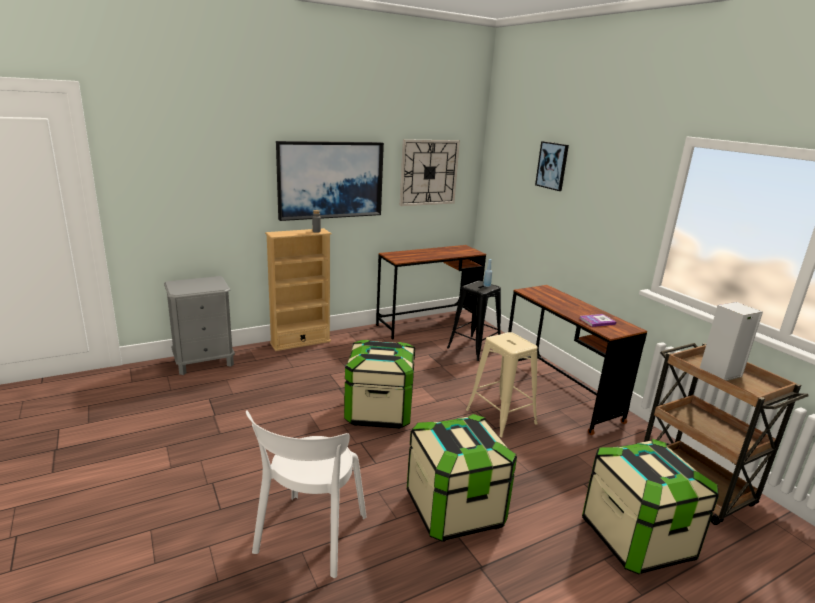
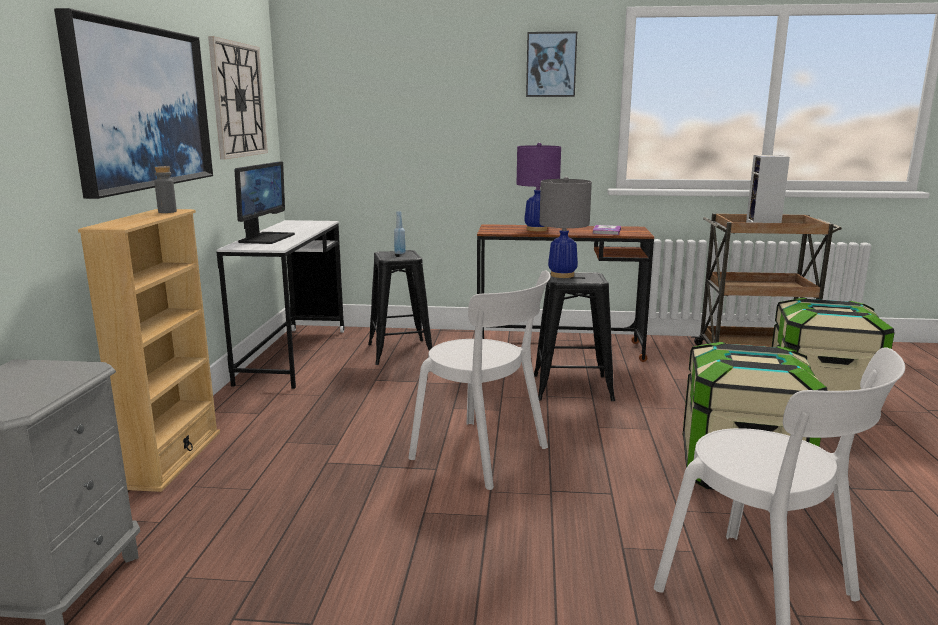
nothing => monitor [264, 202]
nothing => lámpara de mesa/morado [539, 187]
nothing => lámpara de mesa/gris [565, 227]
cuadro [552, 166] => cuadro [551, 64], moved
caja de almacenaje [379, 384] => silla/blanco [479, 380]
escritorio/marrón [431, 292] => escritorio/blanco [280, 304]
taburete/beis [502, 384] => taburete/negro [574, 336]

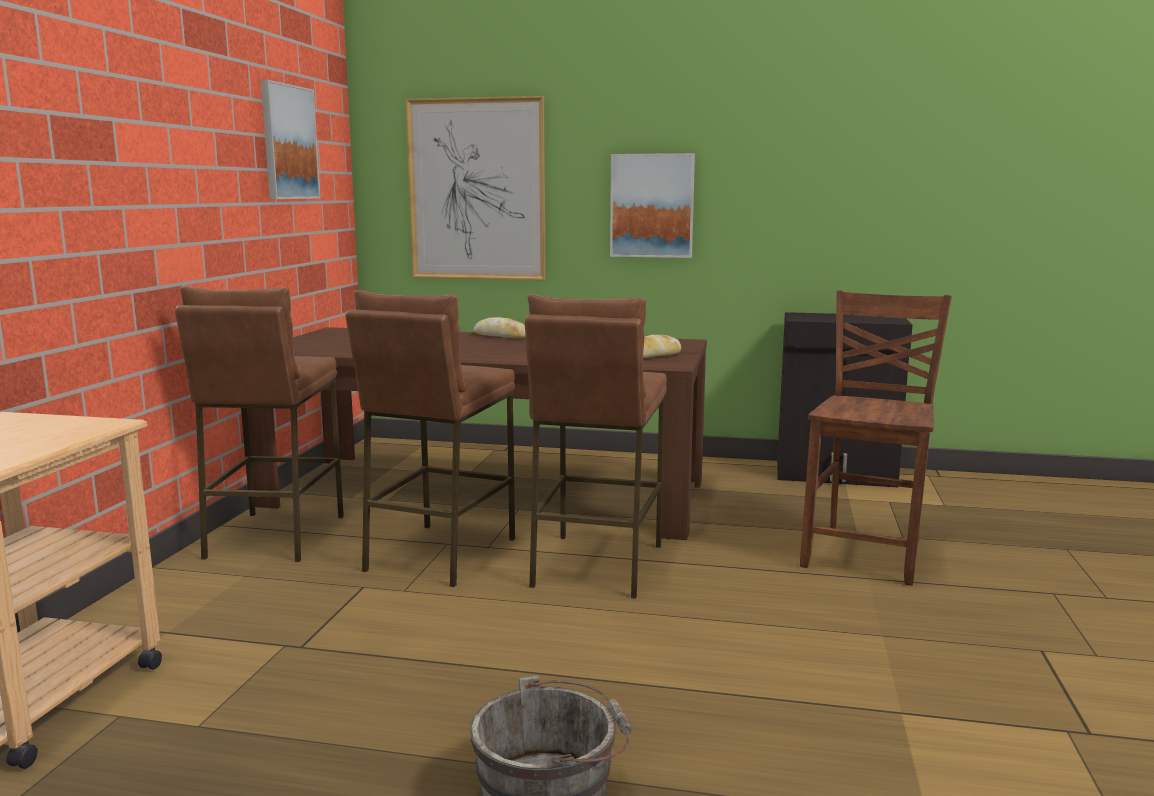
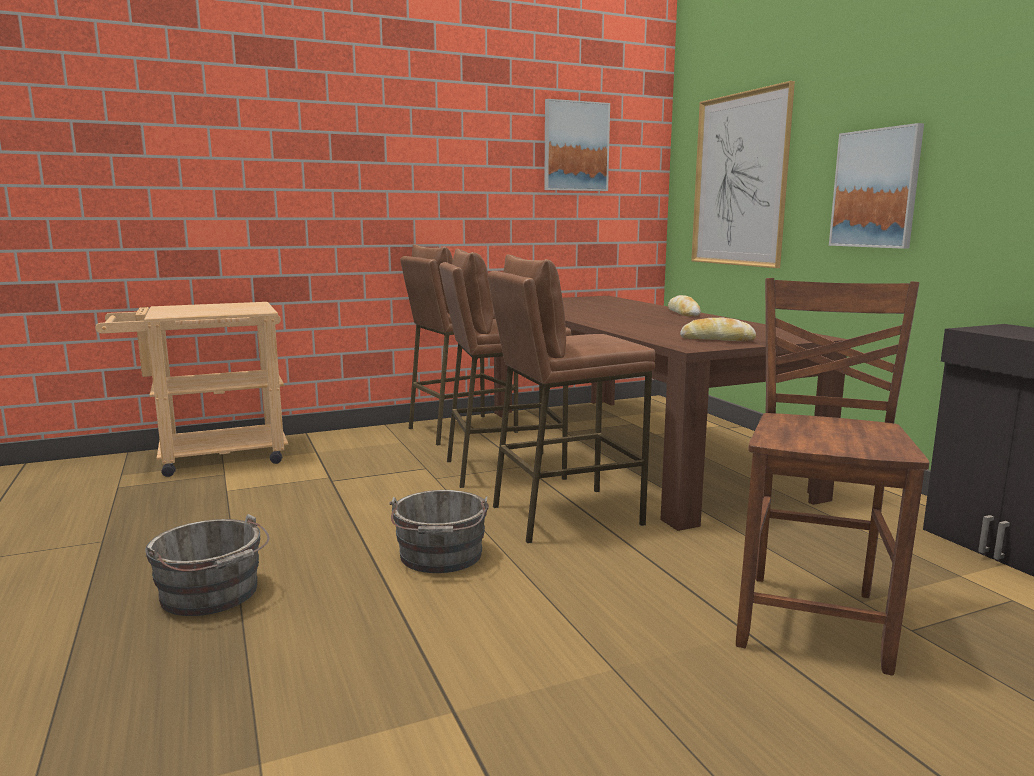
nothing => cubo/gris [439, 531]
silla/marrón [876, 438] => silla/marrón [832, 477], 60 degrees counterclockwise

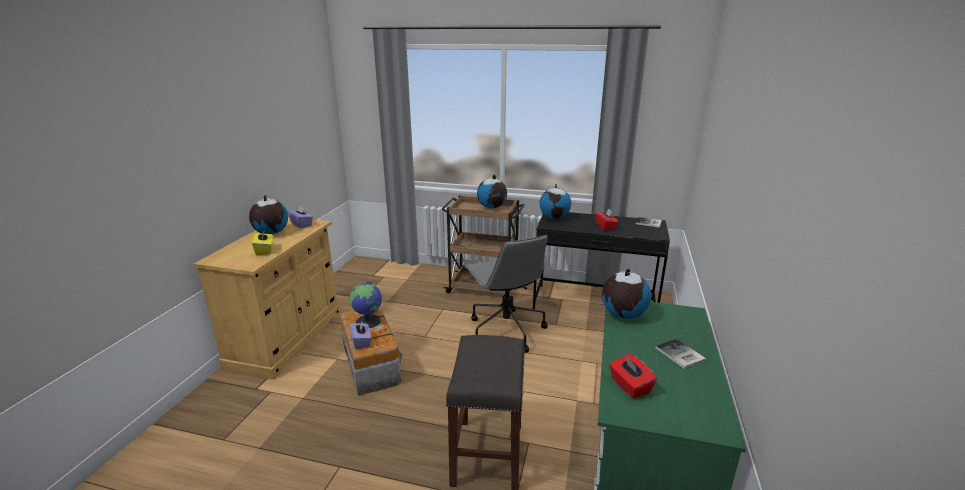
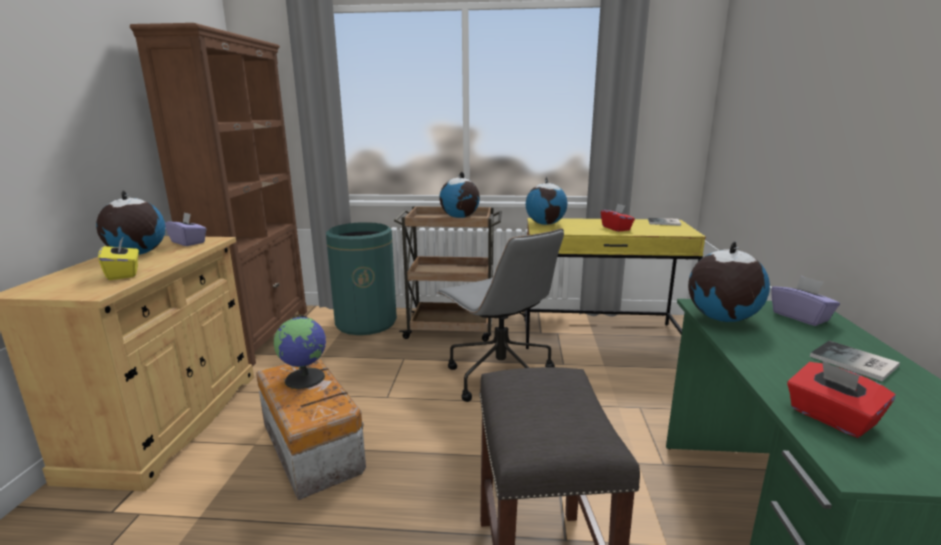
nothing => estantería/marrón [218, 195]
nothing => papelera/verde [361, 278]
caja de pañuelos/morado [360, 335] => caja de pañuelos/morado [805, 301], moved
escritorio/negro [601, 260] => escritorio/amarillo [615, 283]

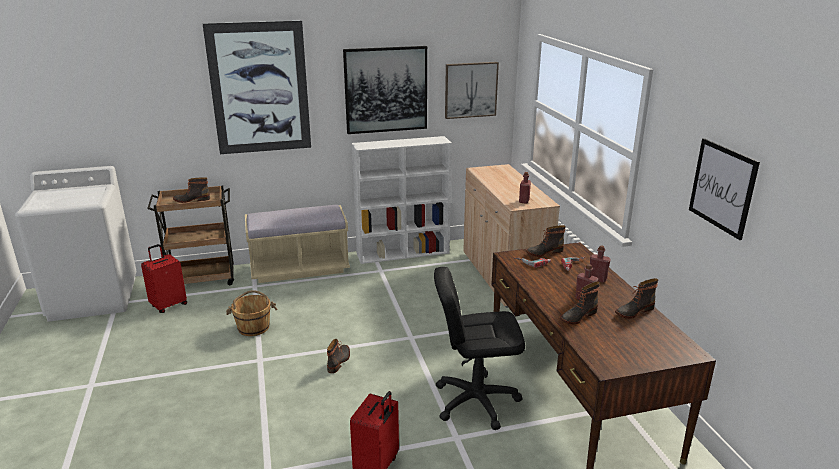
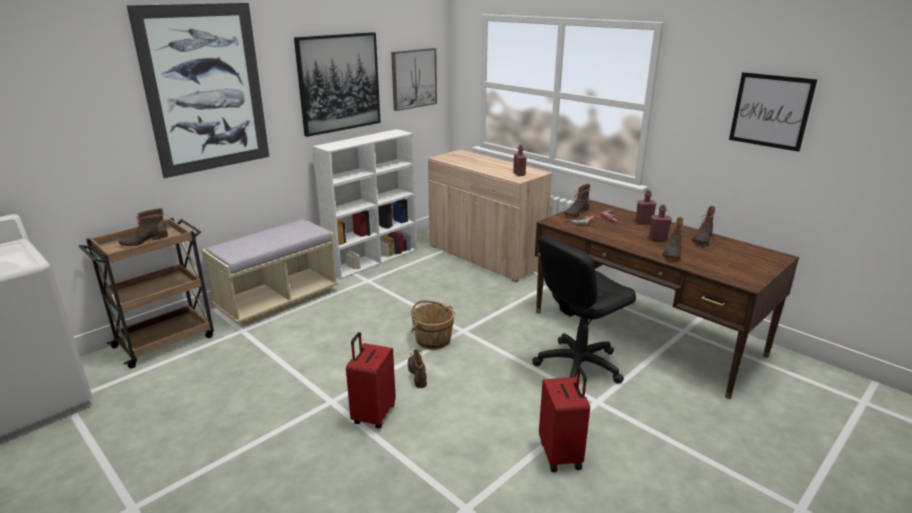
maleta/rojo [164, 278] => maleta/rojo [371, 380], moved
cubo/marrón [251, 313] => cubo/marrón [433, 325], moved

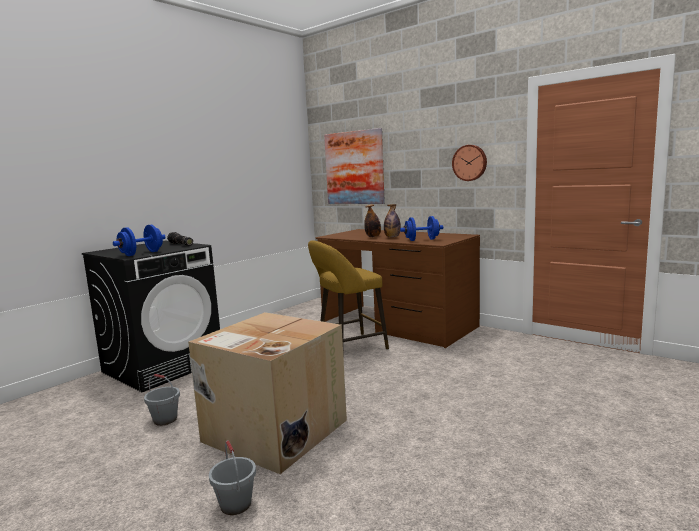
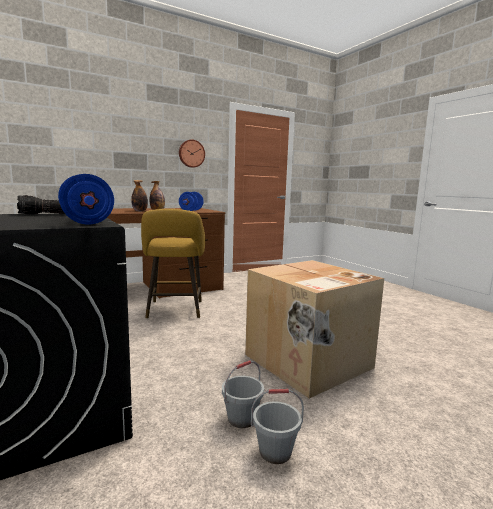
cuadro [354, 166] => nothing
cubo/gris [232, 478] => cubo/gris [277, 426], moved

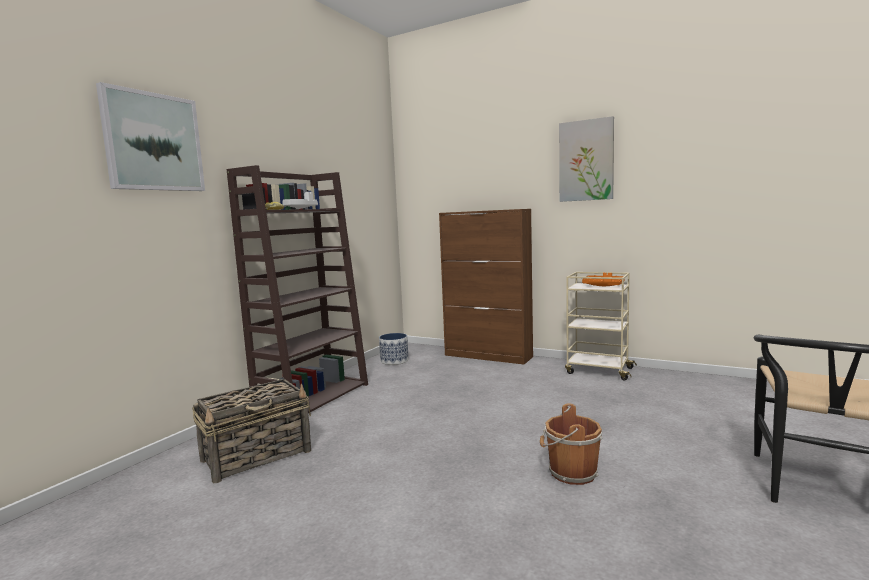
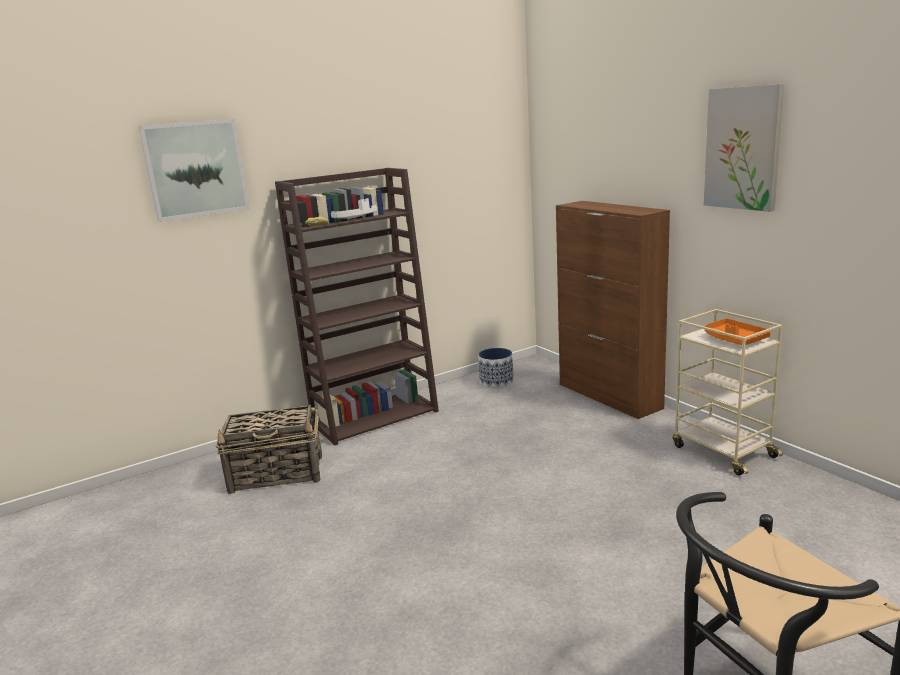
cubo/marrón [571, 444] => nothing

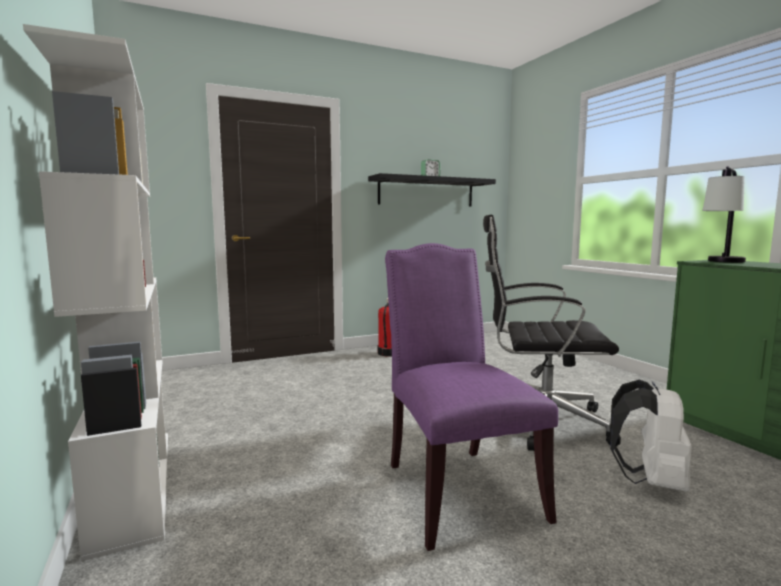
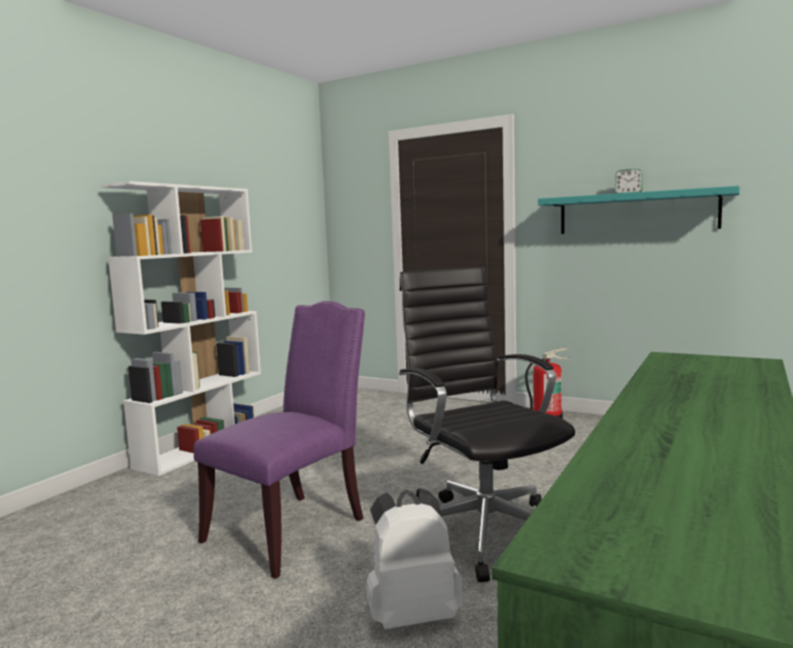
lámpara de mesa [724, 214] => nothing
estante/negro [432, 189] => estante/turquesa [639, 210]

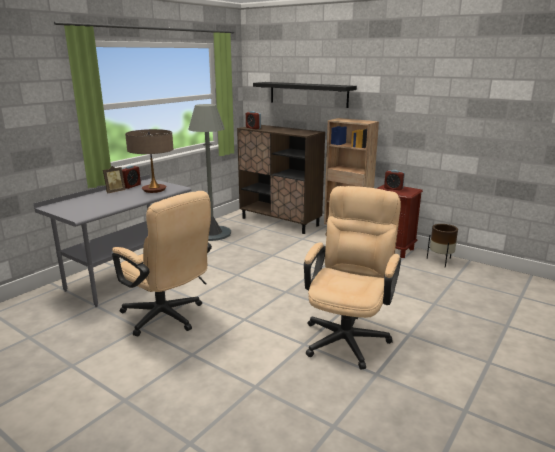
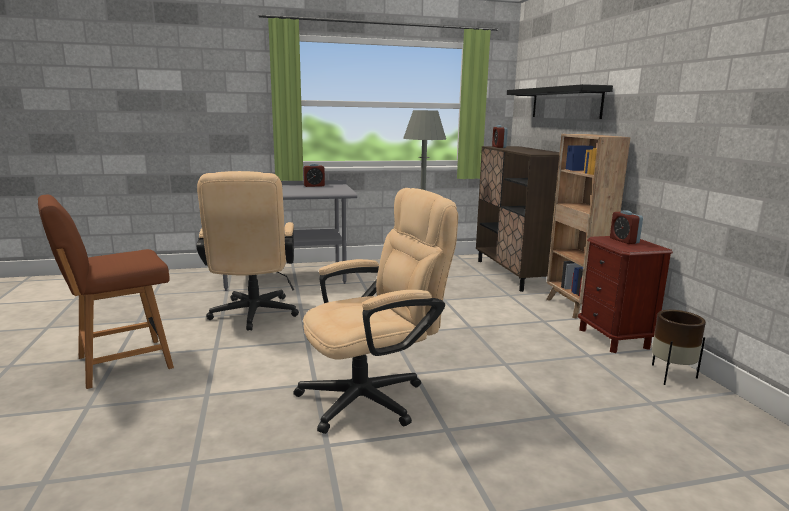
portarretratos [114, 179] => nothing
lámpara de mesa [149, 161] => nothing
nothing => silla/marrón [106, 292]

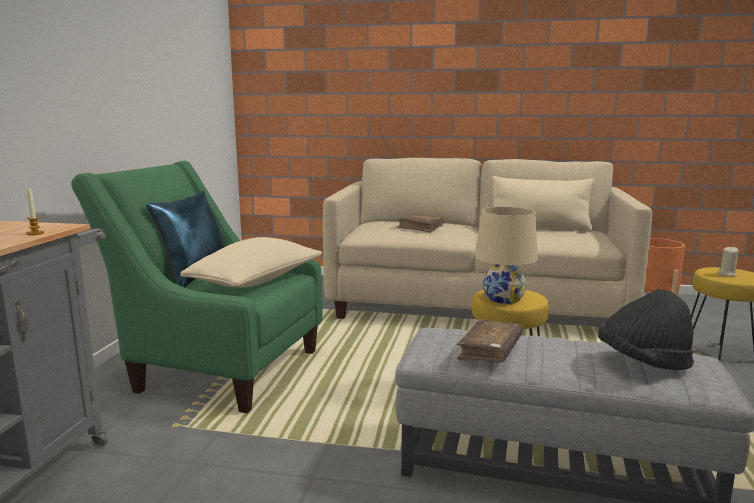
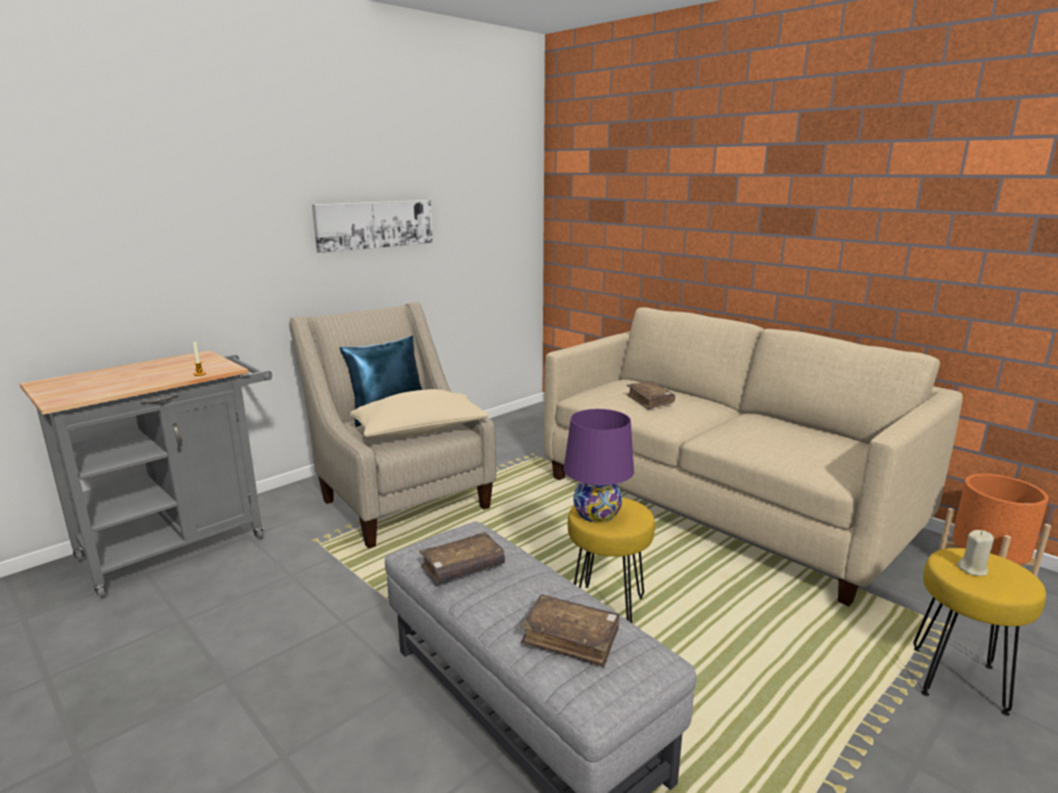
cojín/beis [543, 204] => nothing
nothing => cuadro [372, 226]
sombrero/negro [646, 329] => libro/marrón [570, 630]
sillón/verde [196, 287] => sillón/beis [392, 425]
lámpara de mesa/beis [506, 255] => lámpara de mesa/morado [599, 466]

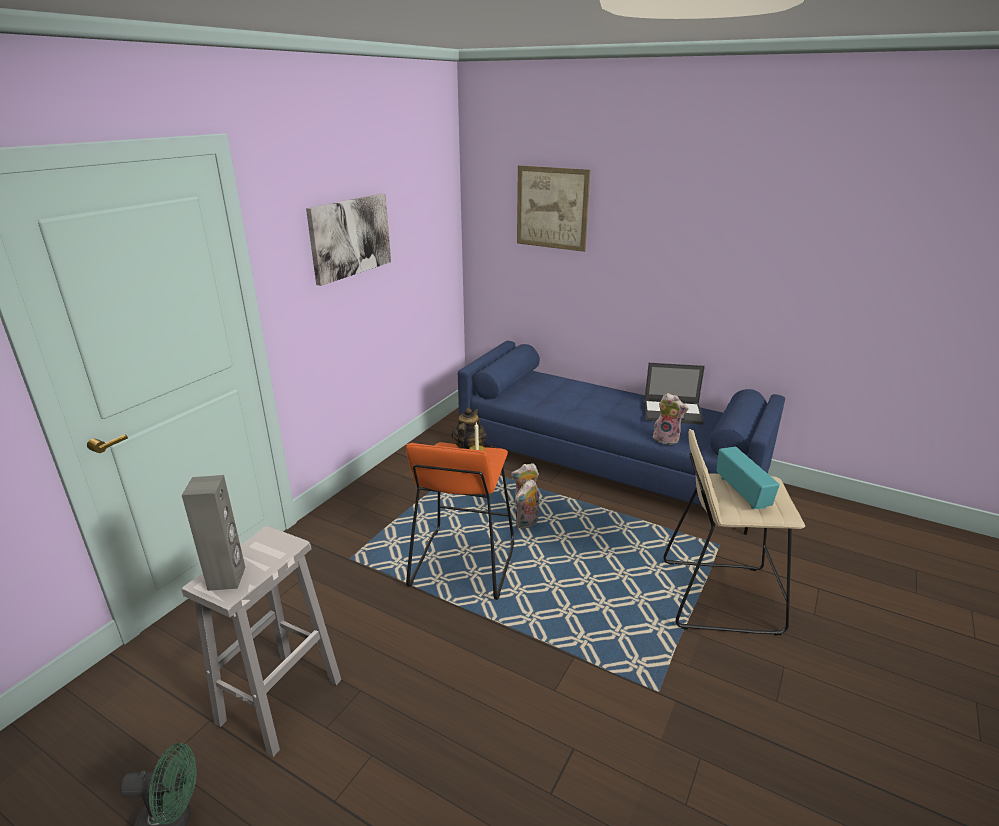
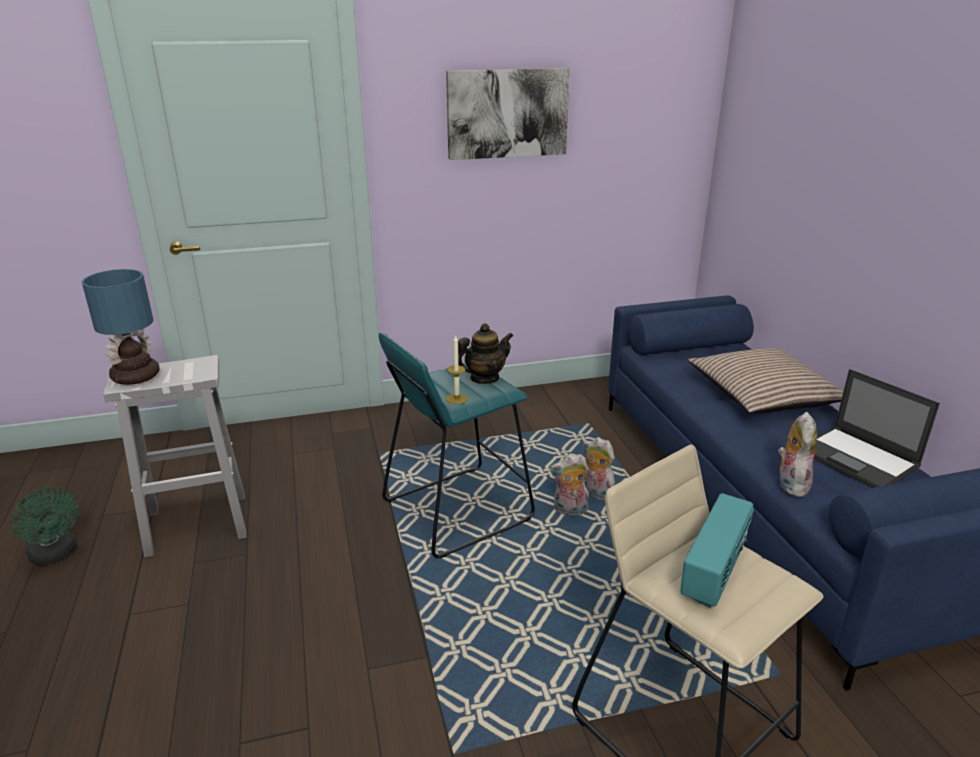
cuadro [553, 208] => nothing
nothing => cojín [765, 380]
altavoz/gris [213, 533] => lámpara de mesa [121, 327]
taburete/naranja [460, 521] => taburete/turquesa [457, 446]
peluche [671, 419] => peluche [797, 454], 150 degrees counterclockwise

